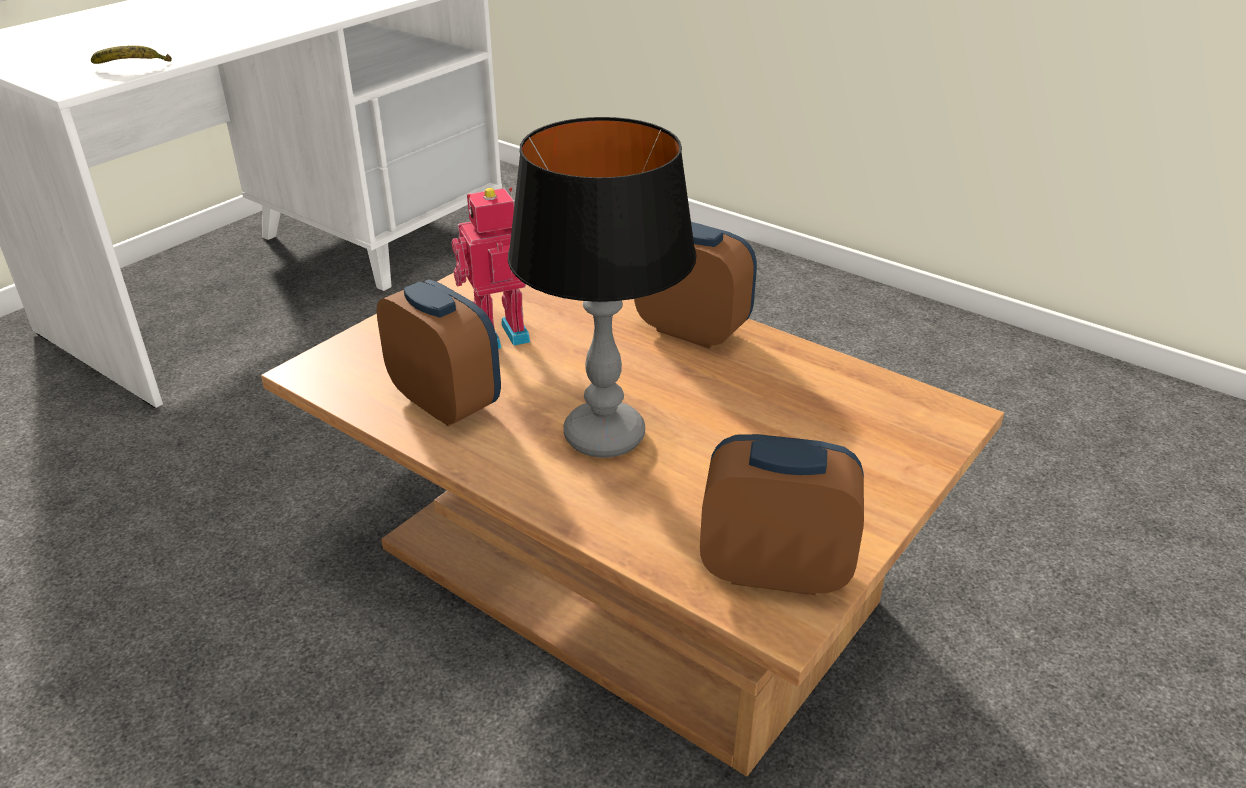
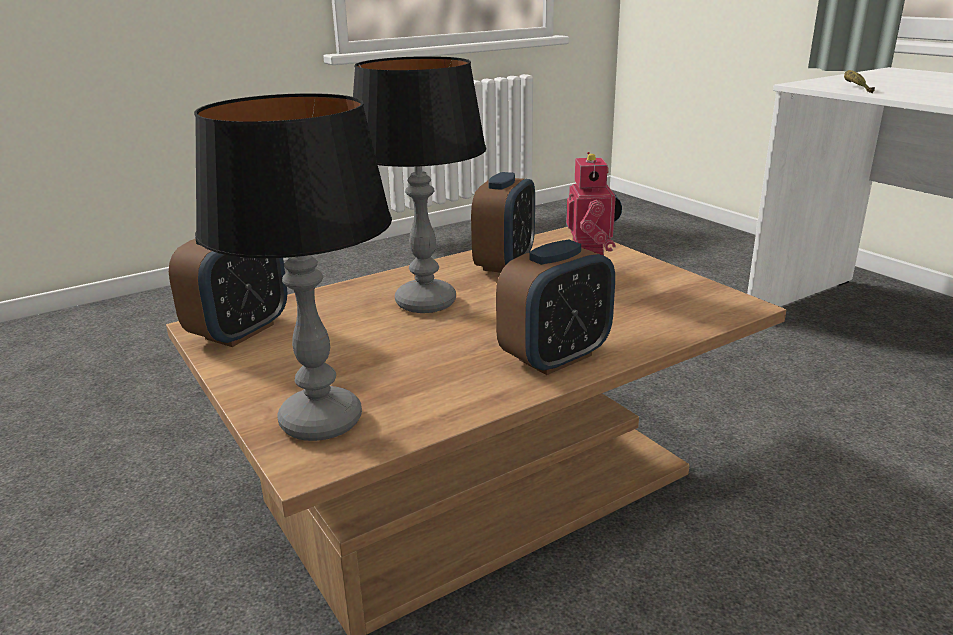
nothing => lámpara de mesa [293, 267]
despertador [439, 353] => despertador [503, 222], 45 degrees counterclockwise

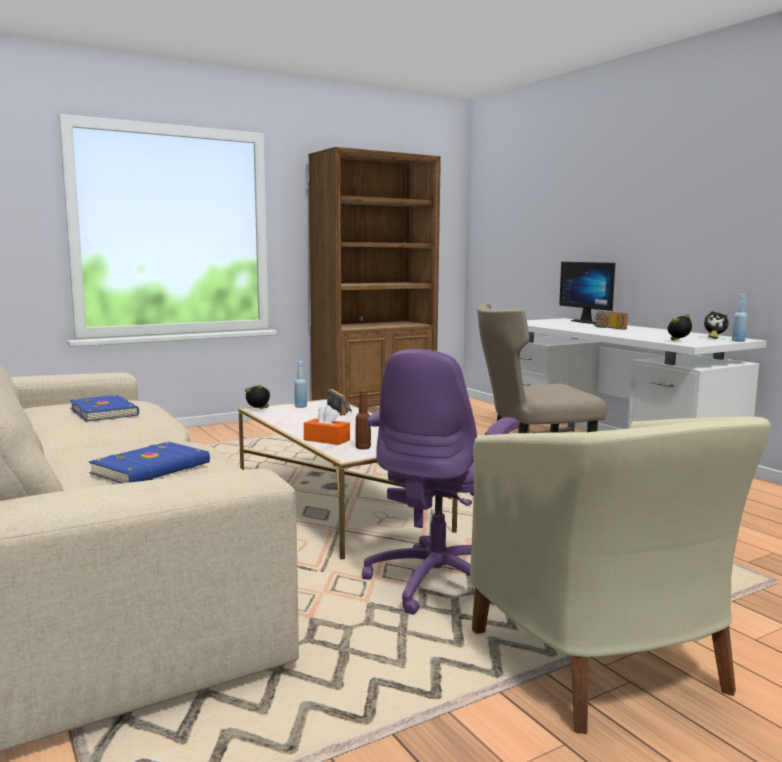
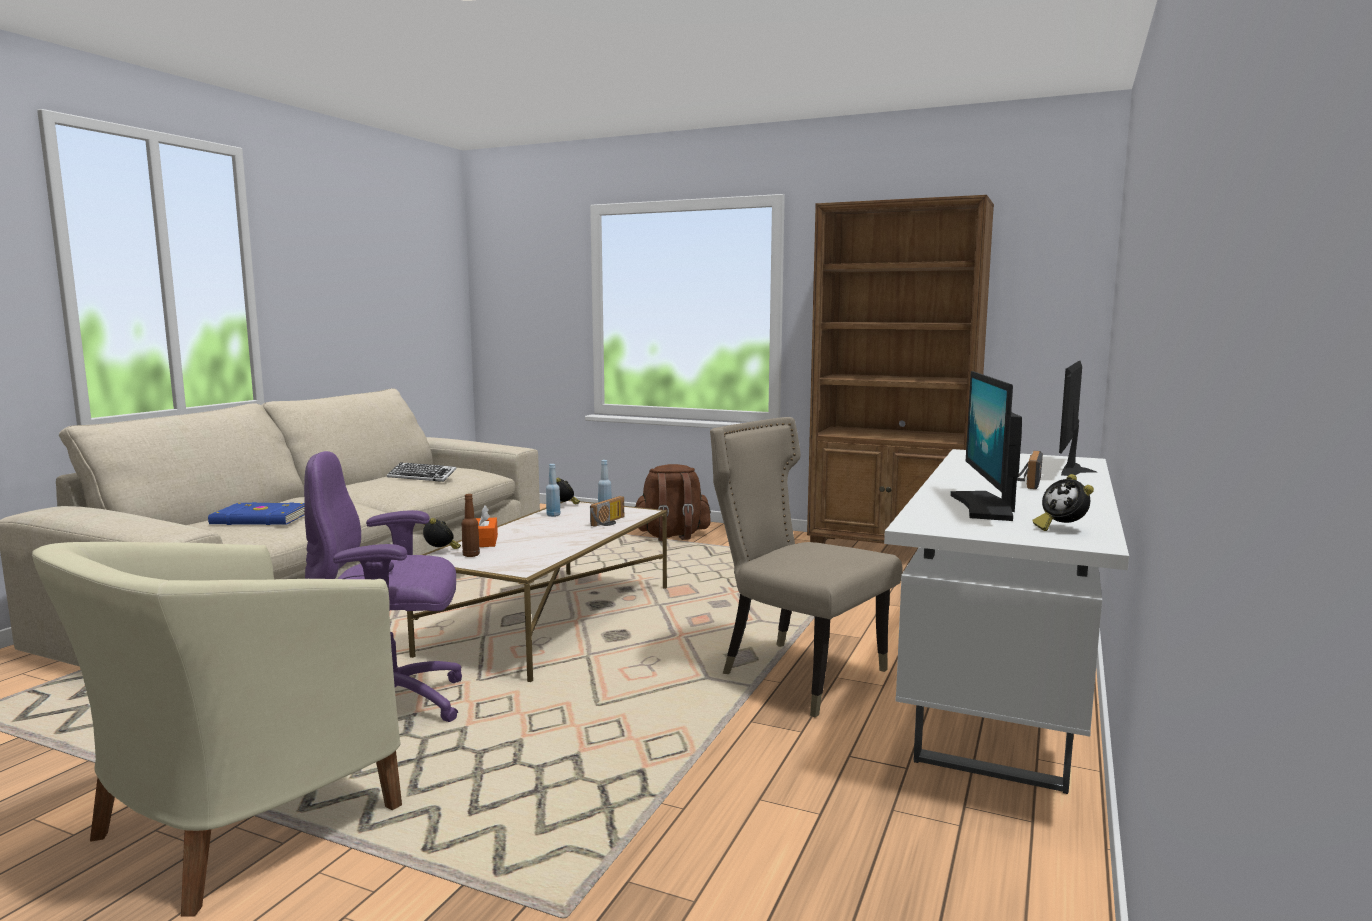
nothing => mochila/marrón [673, 502]
nothing => monitor [986, 446]
despertador [679, 327] => despertador [442, 533], moved
botella/azul [739, 318] => botella/azul [553, 490], moved
libro/azul [104, 408] => teclado [422, 472]

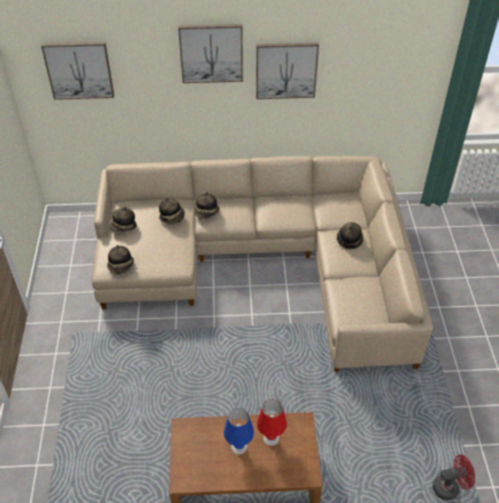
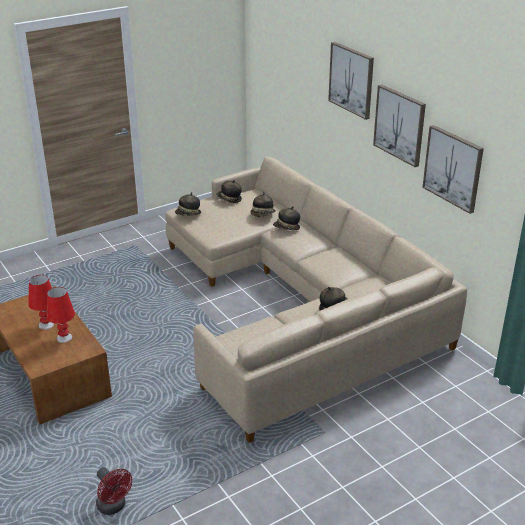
cuadro [77, 71] => cuadro [453, 169], moved
lámpara de mesa/azul [239, 431] => lámpara de mesa/rojo [41, 302]

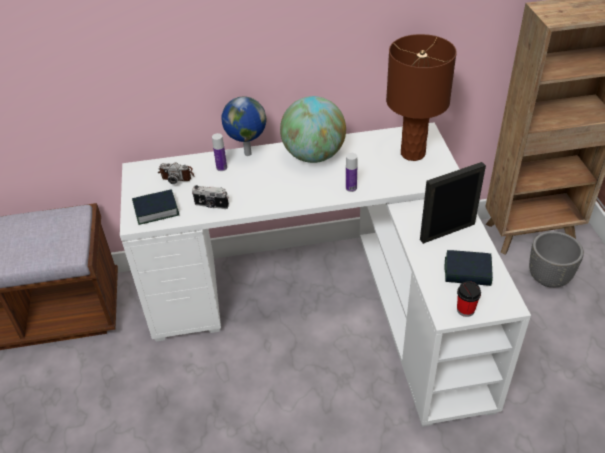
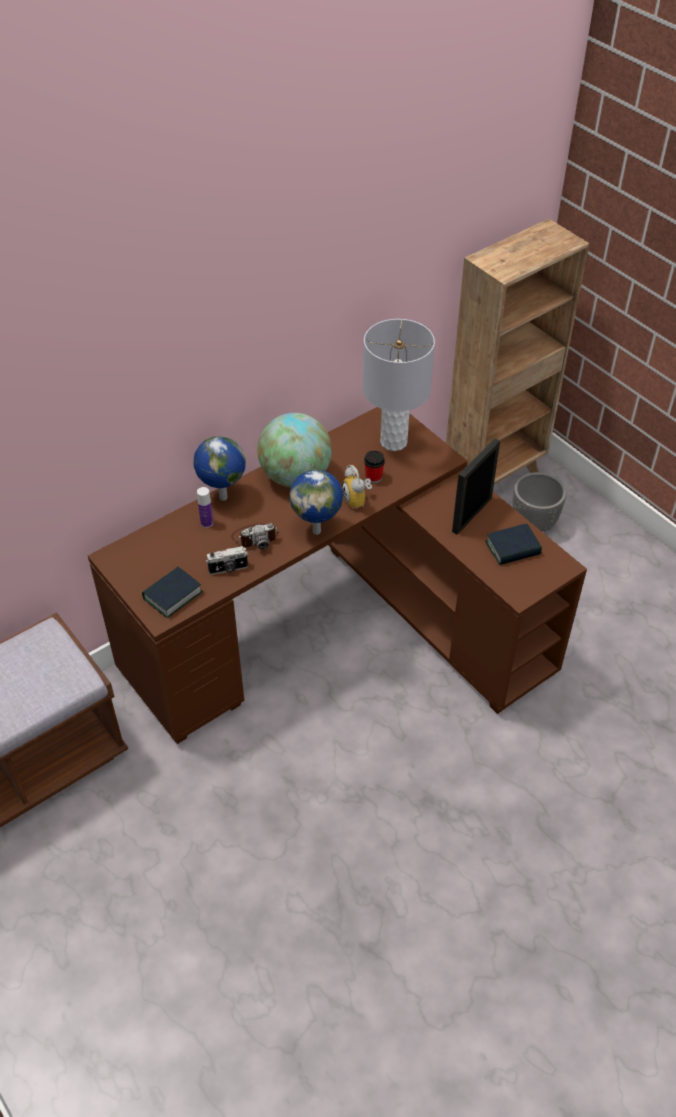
nothing => globo terráqueo [316, 502]
cámara [176, 173] => cámara [255, 536], moved
taza [469, 299] => taza [374, 467], moved
botella [351, 172] => despertador [357, 487]
escritorio/blanco [325, 274] => escritorio/marrón [337, 575]
lámpara de mesa/marrón [421, 97] => lámpara de mesa/gris [399, 385]

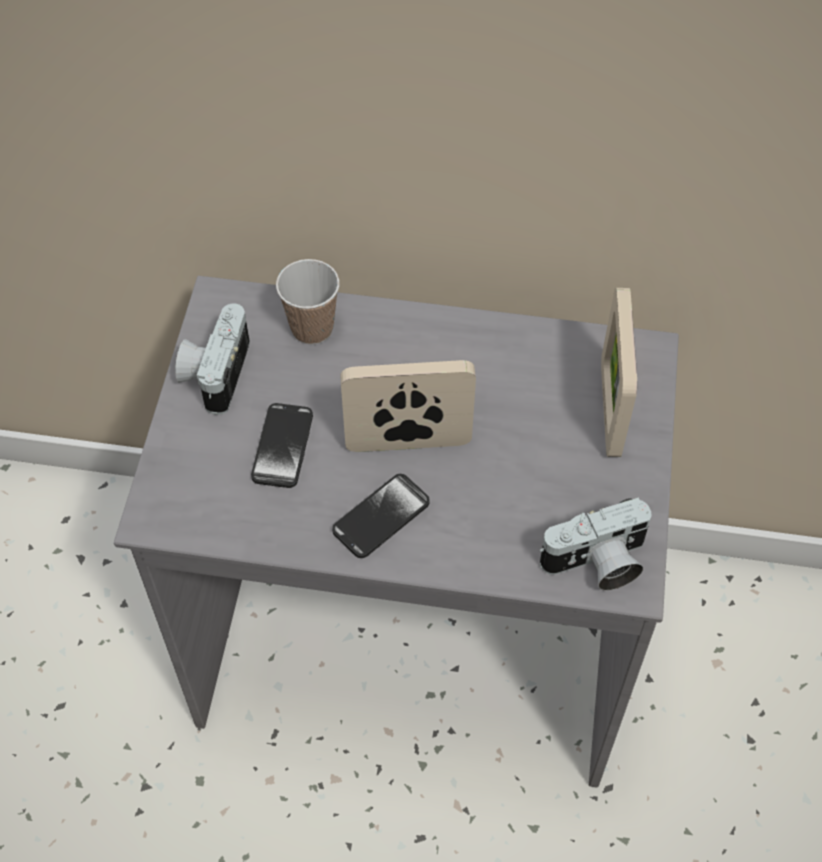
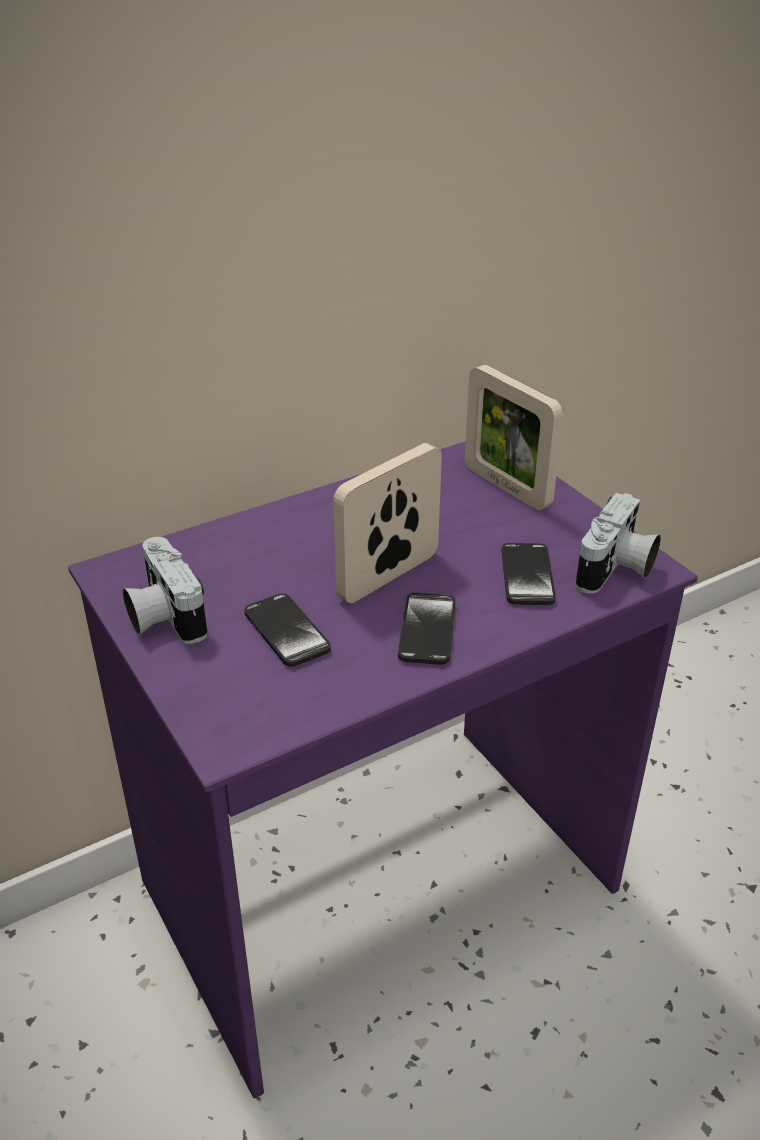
taza [308, 301] => nothing
nothing => móvil [529, 574]
escritorio/gris [396, 532] => escritorio/morado [383, 770]

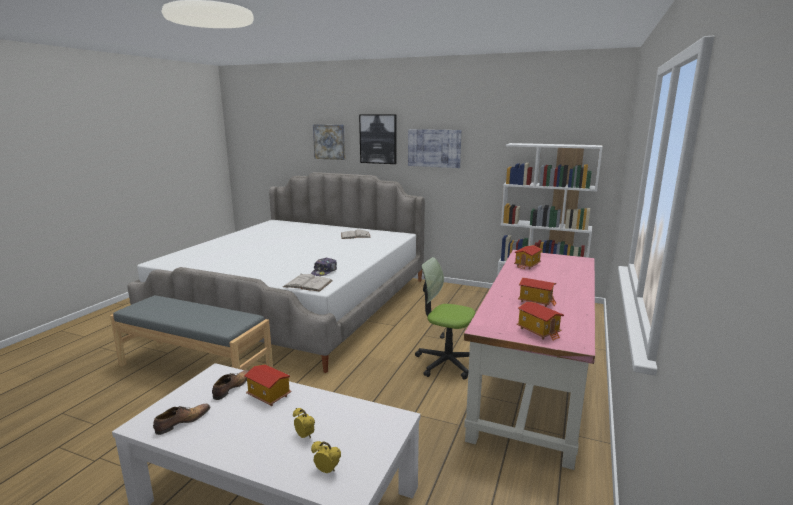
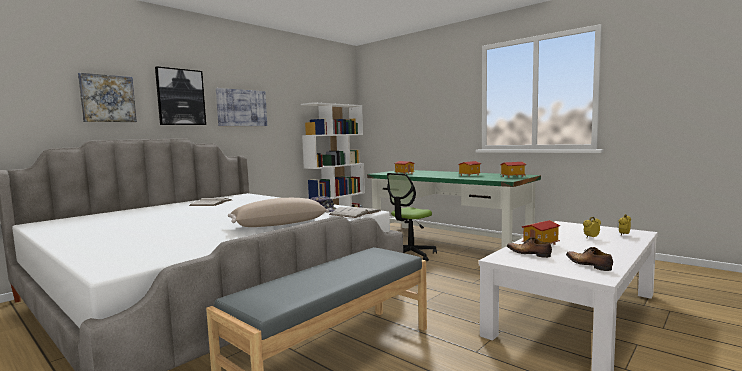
nothing => cojín/beis [278, 212]
escritorio/rosa [529, 360] => escritorio/verde [454, 209]

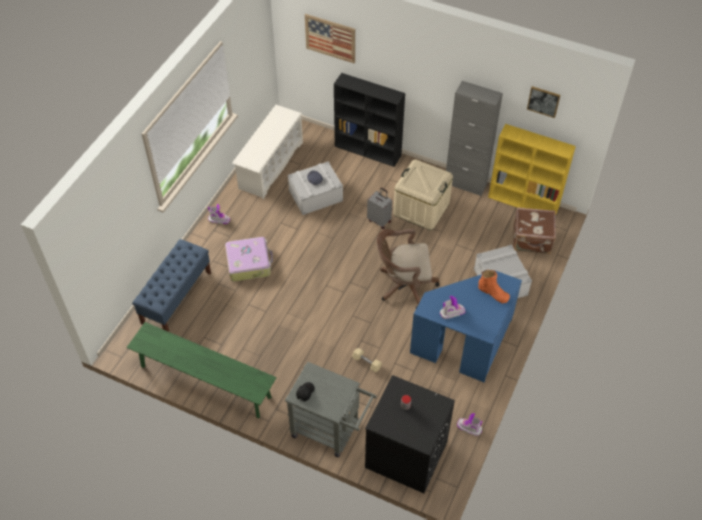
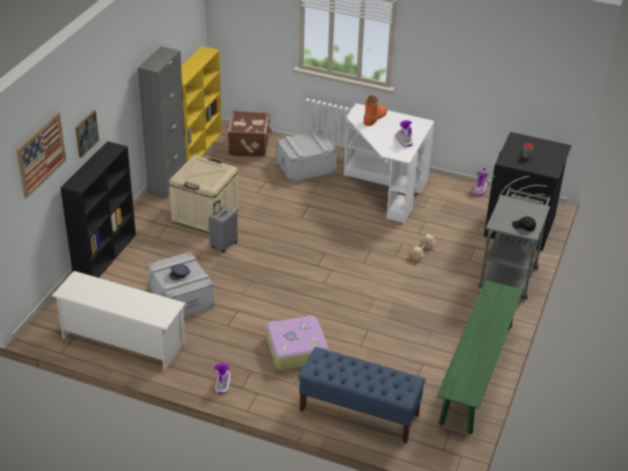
silla de oficina/marrón [408, 268] => nothing
cuadro [543, 102] => cuadro [87, 134], moved
escritorio/azul [466, 326] => escritorio/blanco [389, 163]

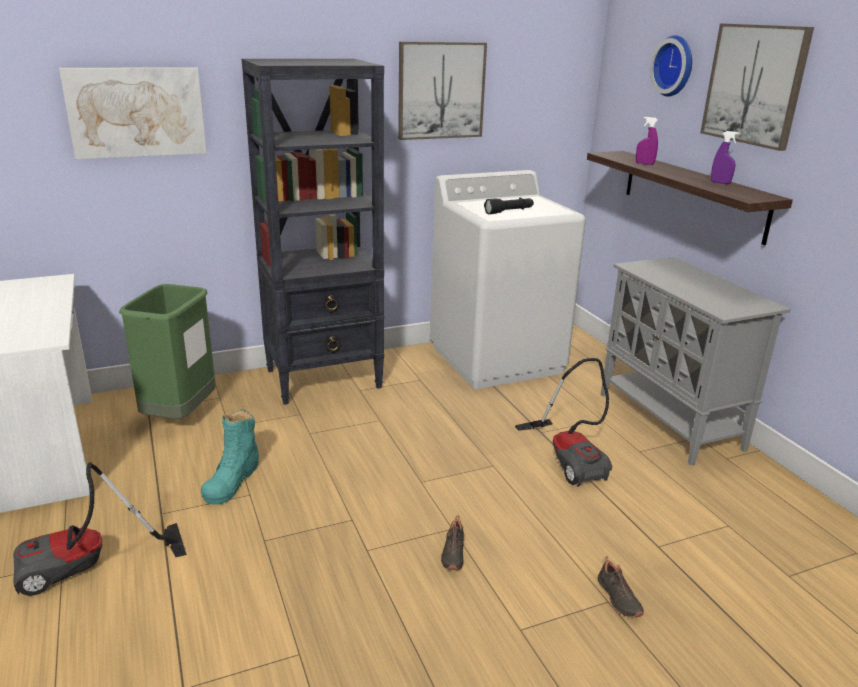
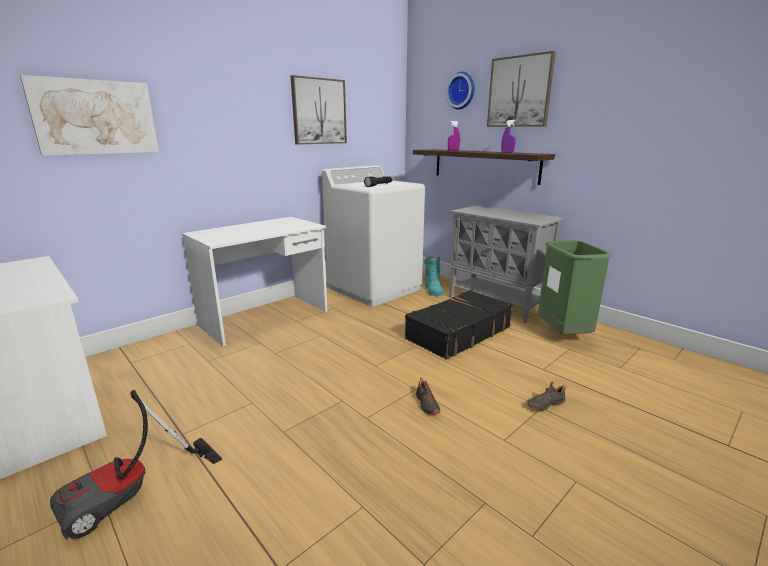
papelera/verde [167, 351] => papelera/verde [574, 287], moved
bota/turquesa [230, 457] => bota/turquesa [434, 276], moved
estantería/negro [313, 232] => escritorio/blanco [255, 282]
aspiradora [563, 422] => maleta/negro [459, 325]
zapato/negro [621, 586] => zapato/negro [546, 396], 105 degrees clockwise

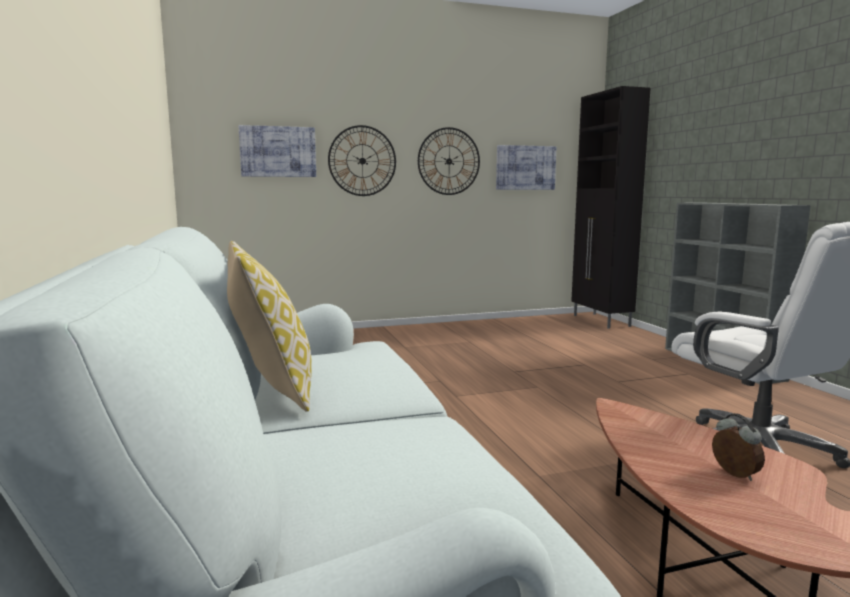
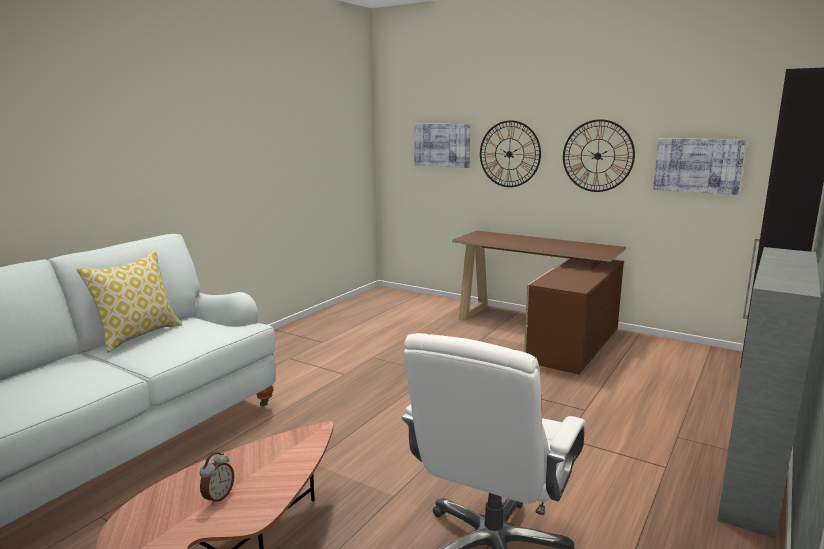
nothing => escritorio/marrón [539, 303]

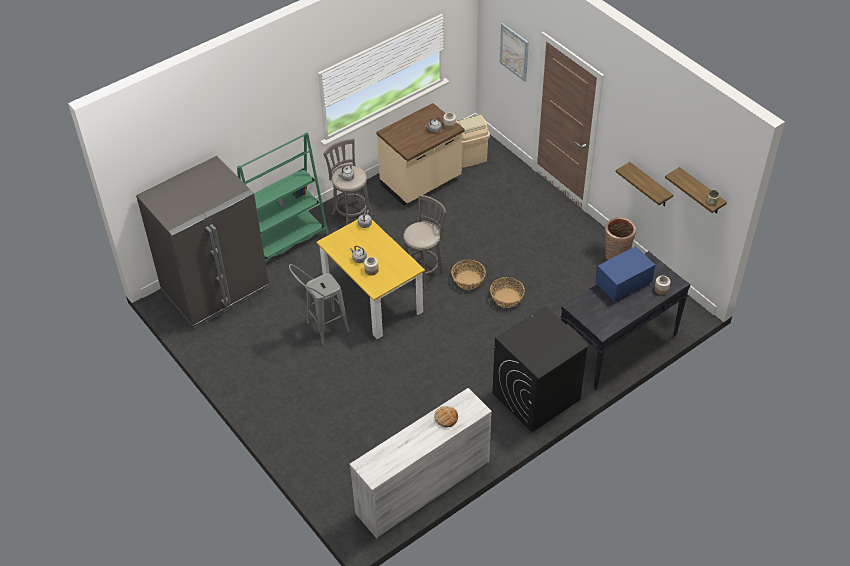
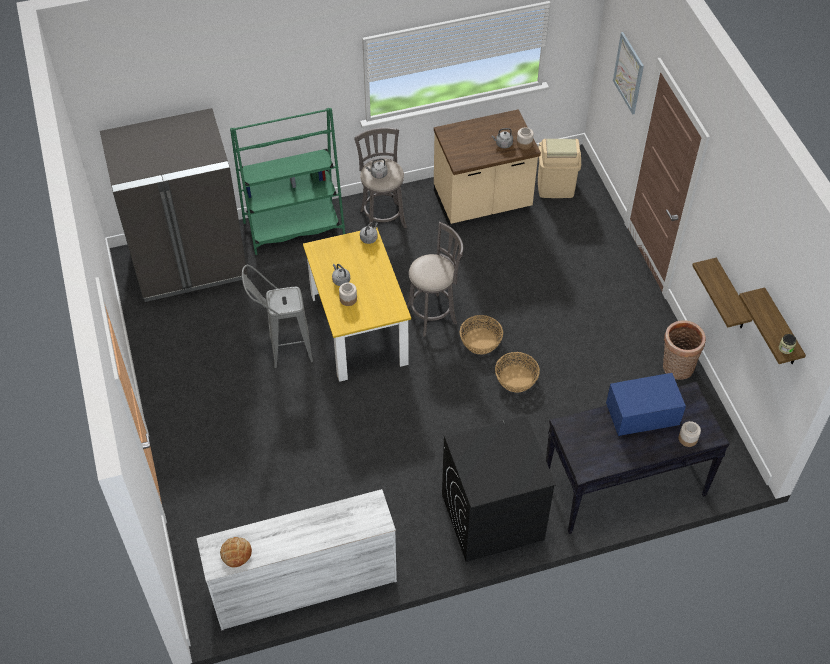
pan [446, 416] => pan [236, 552], moved

